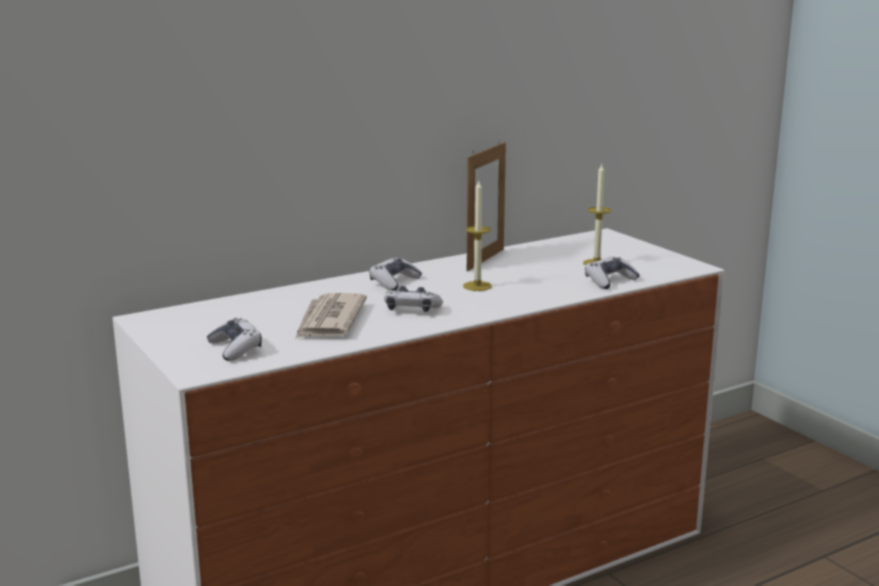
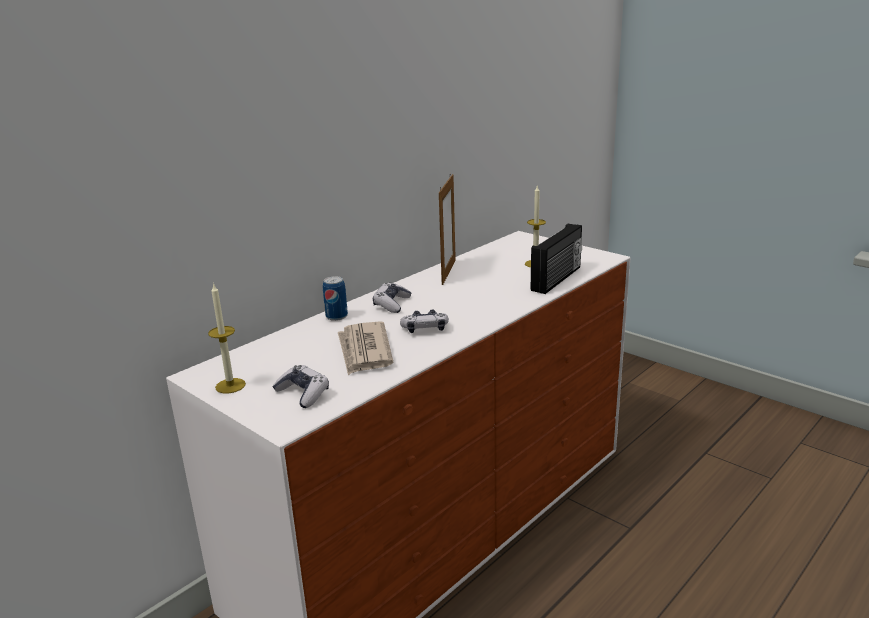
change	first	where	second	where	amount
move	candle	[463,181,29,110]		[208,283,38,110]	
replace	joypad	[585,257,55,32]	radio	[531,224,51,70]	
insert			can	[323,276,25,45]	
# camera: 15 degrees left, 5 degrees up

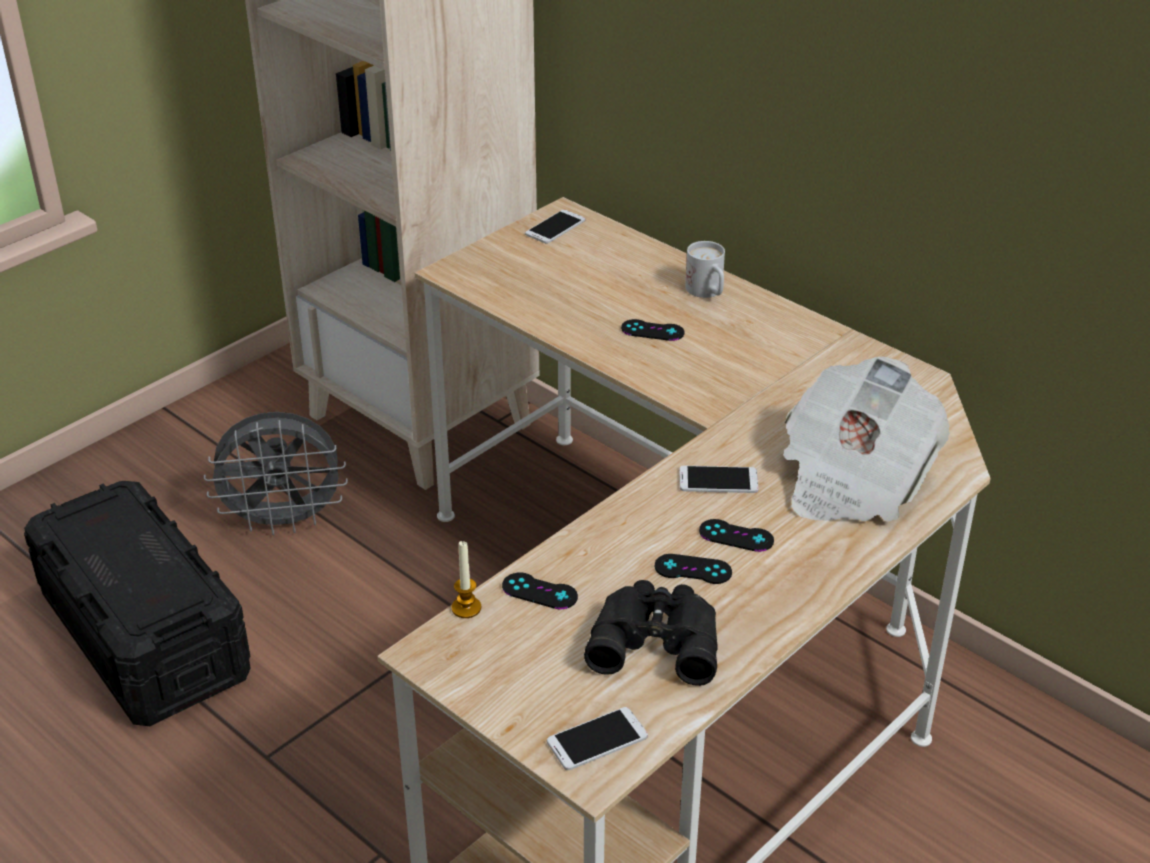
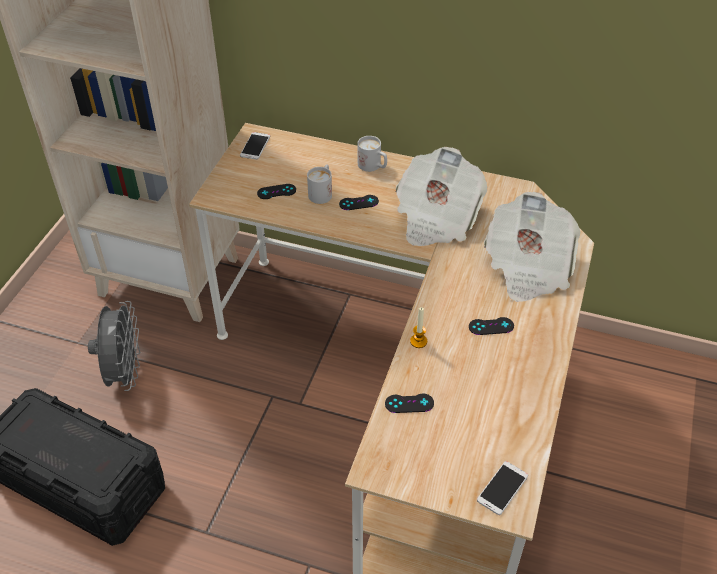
change	first	where	second	where	amount
rotate	grey electric fan	[204,412,144,123]		[88,301,52,90]	60 degrees counterclockwise
delete	telephone	[679,466,80,27]			
move	candle	[451,541,30,77]		[410,307,17,41]	
move	black joypad	[655,554,77,30]		[257,184,39,15]	
delete	black pair of binoculars	[584,580,134,106]			
insert			newspaper	[395,147,92,99]	
insert			white mug	[307,164,25,40]	
# camera: 25 degrees left, 10 degrees up

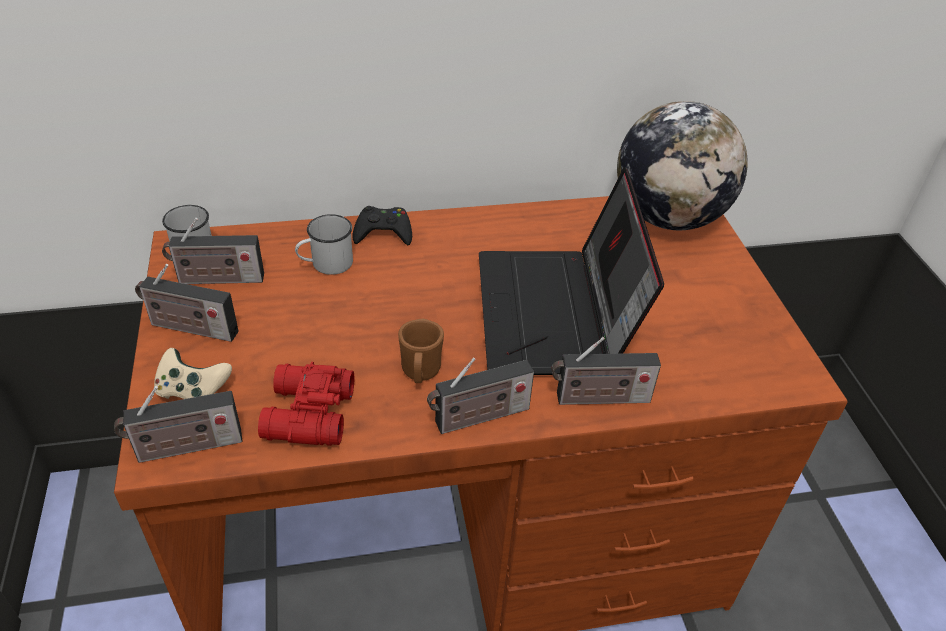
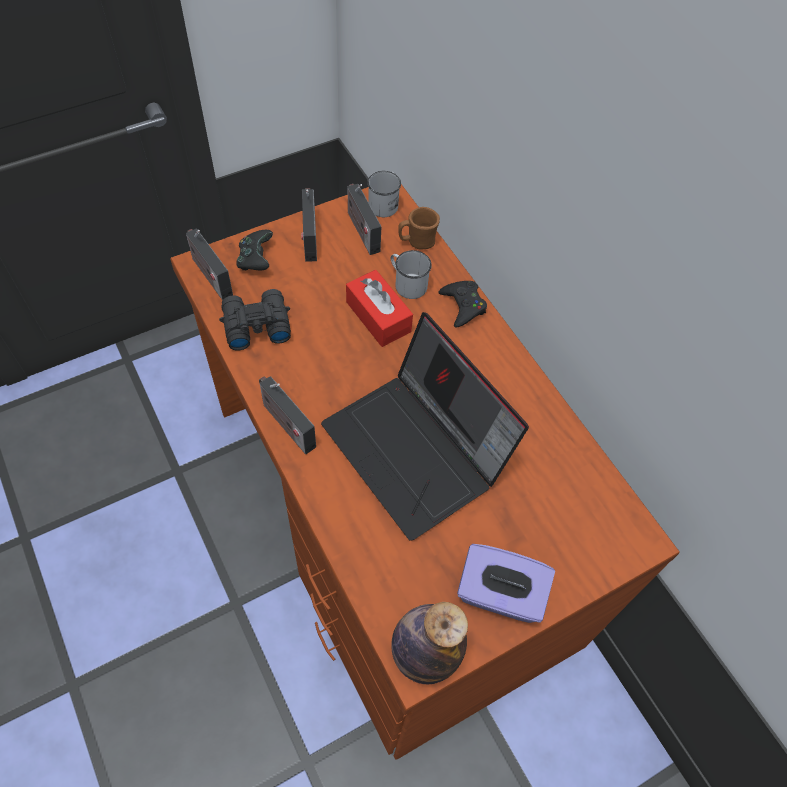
change	first	where	second	where	amount
delete	world globe	[617,101,131,129]			
rotate	portable computer	[479,167,185,208]		[321,312,208,229]	105 degrees counterclockwise
move	brown mug	[398,318,46,65]		[398,207,42,42]	
delete	radio	[552,337,109,68]			
recolor	sand-coloured joypad	[154,348,78,51]	black joypad	[237,230,36,40]	
recolor	red-coloured pair of binoculars	[258,362,97,84]	black pair of binoculars	[219,289,72,62]	
insert			red-coloured tissue box	[346,270,67,77]	
insert			purplish tissue box	[457,544,98,79]	
insert			beverage bottle	[391,602,77,82]	
# camera: 70 degrees right, 15 degrees up

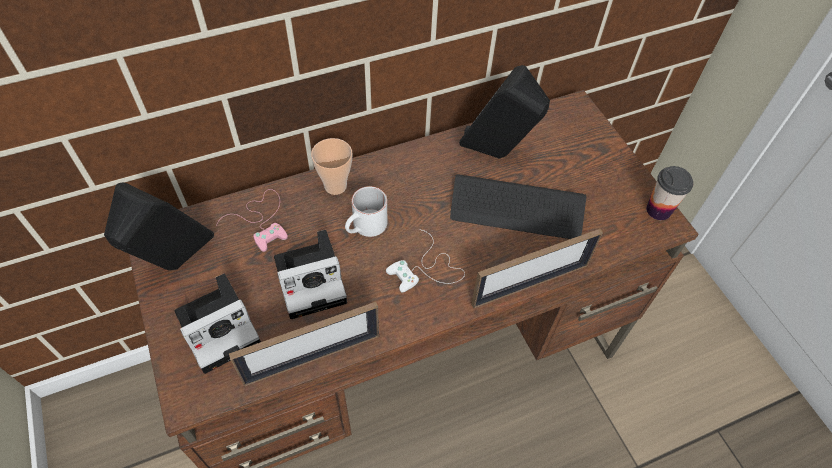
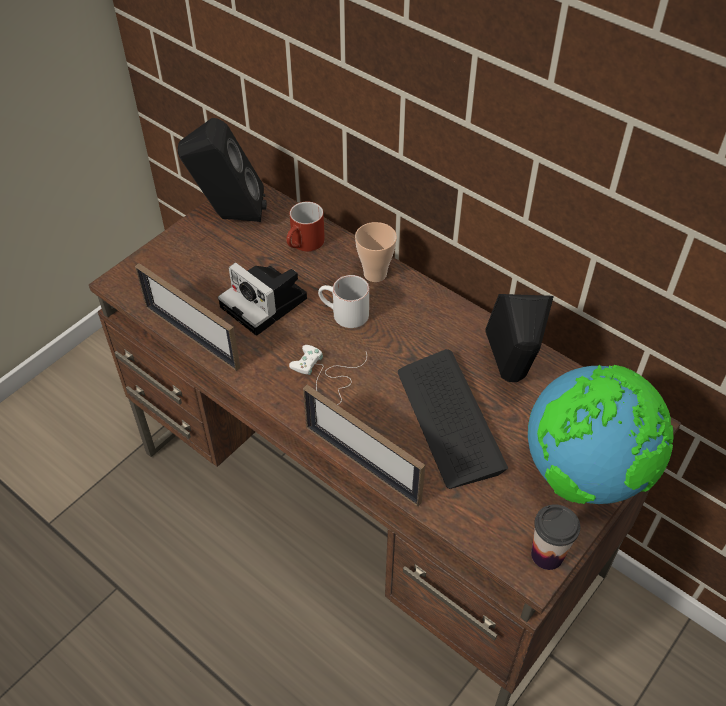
change	first	where	second	where	amount
replace	pinkish joypad	[216,189,72,63]	red-coloured mug	[286,202,39,50]	
delete	photo camera	[174,273,87,101]			
insert			world globe	[528,365,146,139]	
# camera: 65 degrees right, 5 degrees down

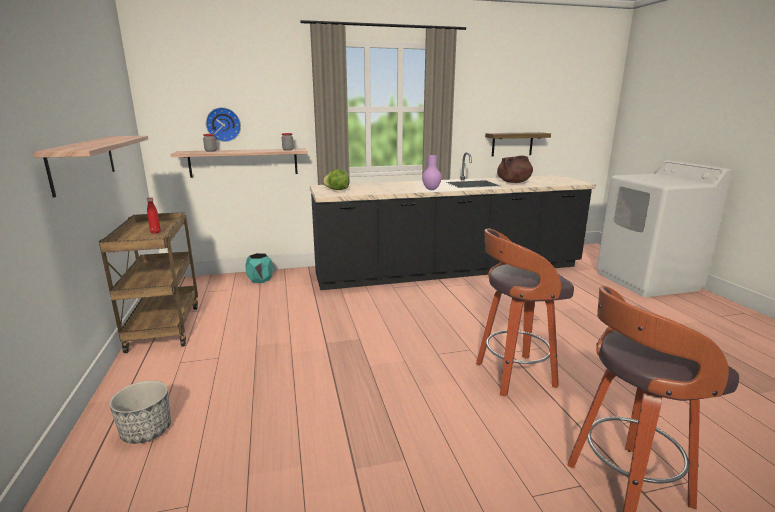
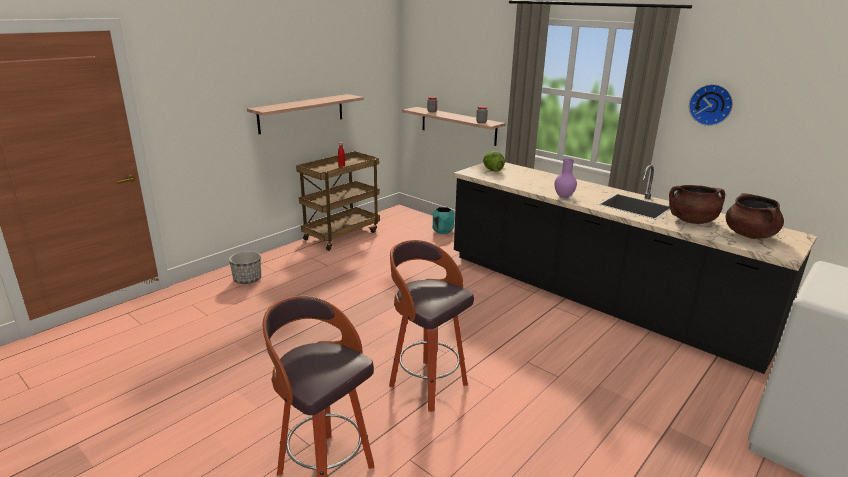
change	first	where	second	where	amount
move	hanging clock	[206,107,35,35]		[689,84,44,42]	
delete	bracket shelf	[485,132,66,24]			
insert			brown cooking pot	[726,193,58,46]	
# camera: 55 degrees right, 5 degrees up

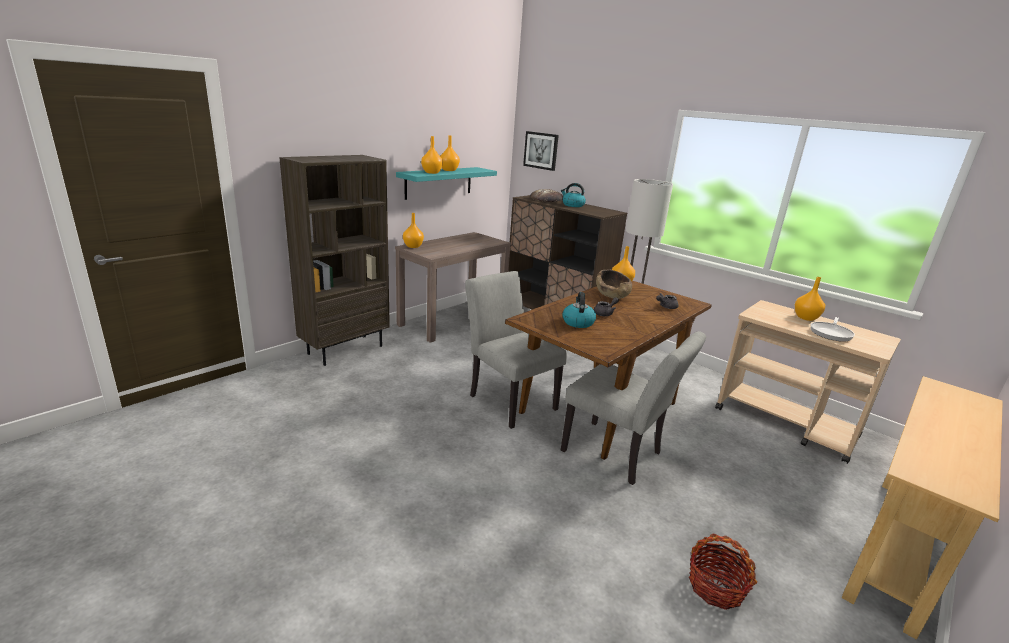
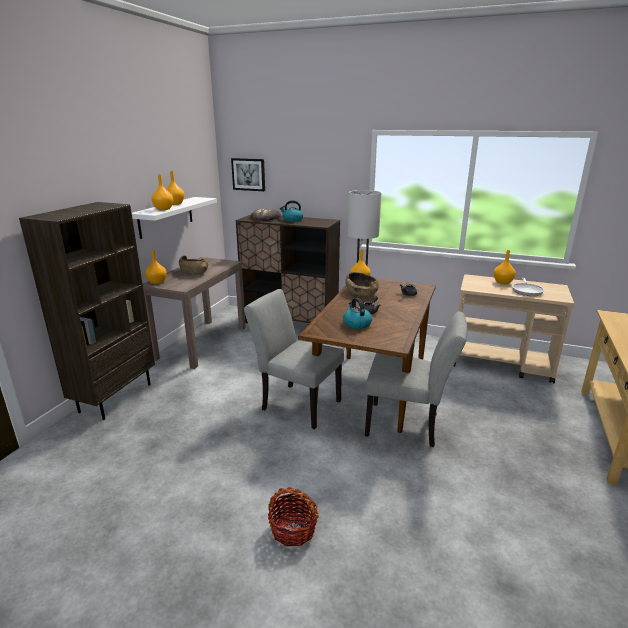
change	first	where	second	where	amount
recolor	blue-green bracket shelf	[396,167,101,33]	white bracket shelf	[132,197,85,42]	
move	basket	[689,534,68,76]		[268,487,51,60]	
insert			brown bowl	[179,255,29,20]	
# camera: 20 degrees left, 0 degrees up

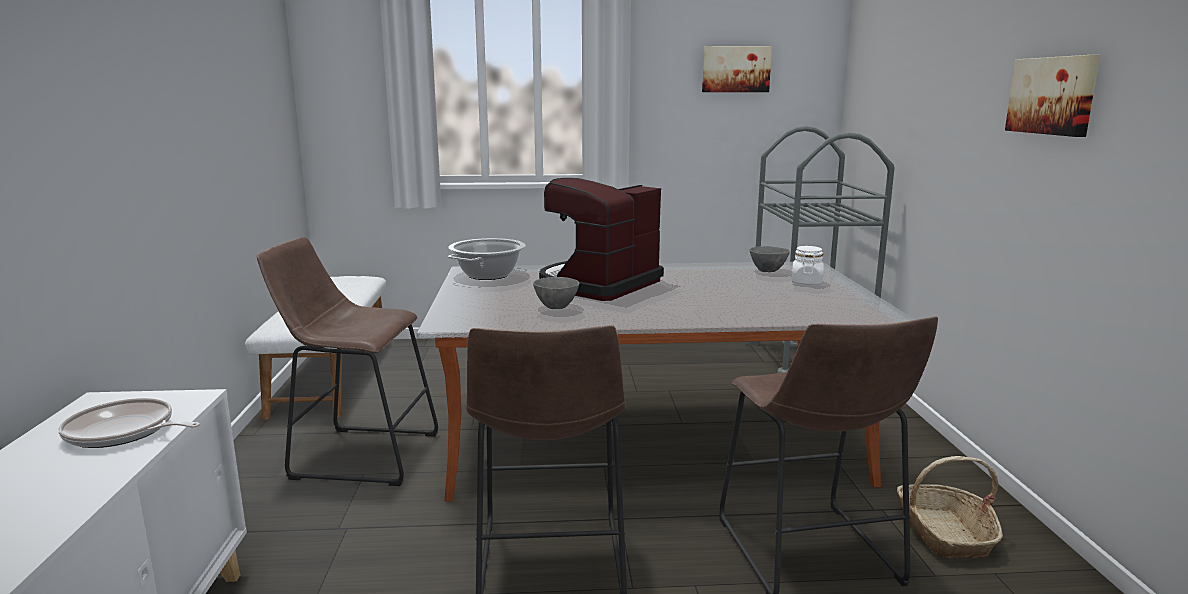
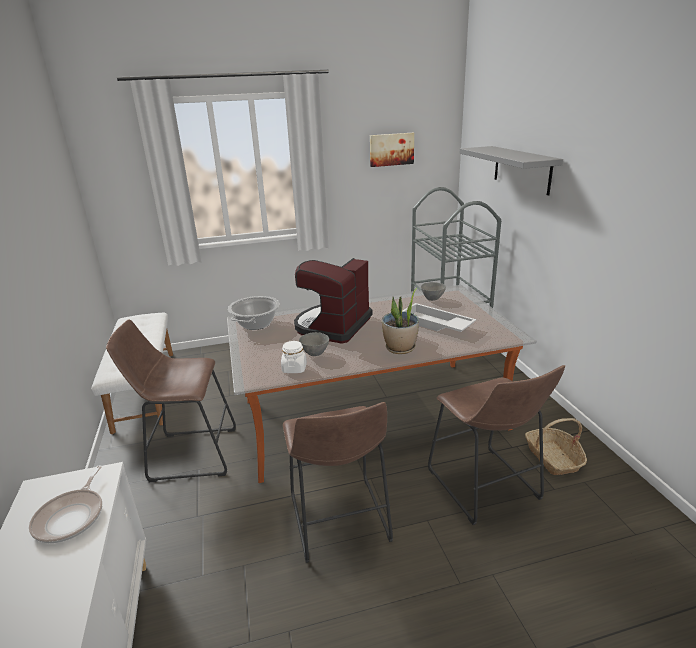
change	first	where	second	where	amount
delete	wall art	[1005,55,95,82]			
move	white jar	[792,246,32,39]		[281,341,26,32]	
rotate	frying pan	[58,398,142,50]		[29,465,73,78]	90 degrees counterclockwise
insert			grey bracket shelf	[460,146,103,49]	
insert			plant in a pot	[382,288,37,66]	
insert			white tray	[403,303,73,29]	
# camera: 10 degrees left, 10 degrees up

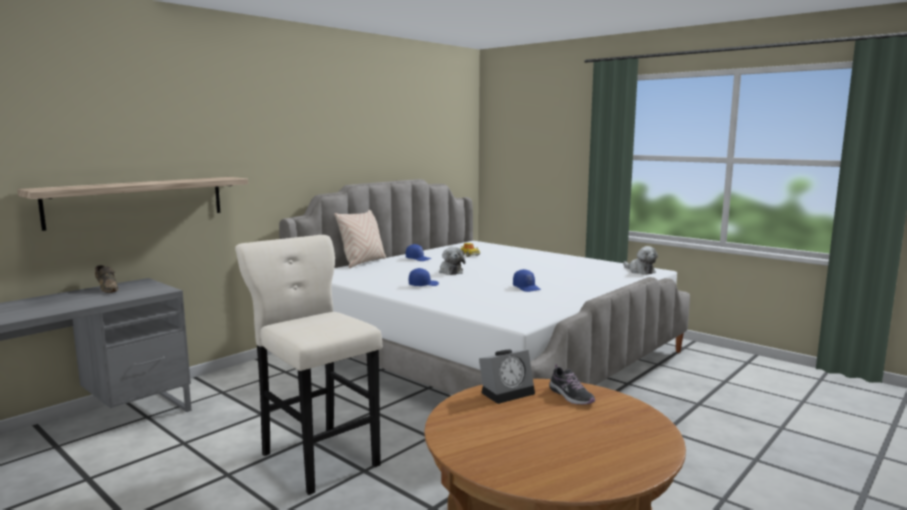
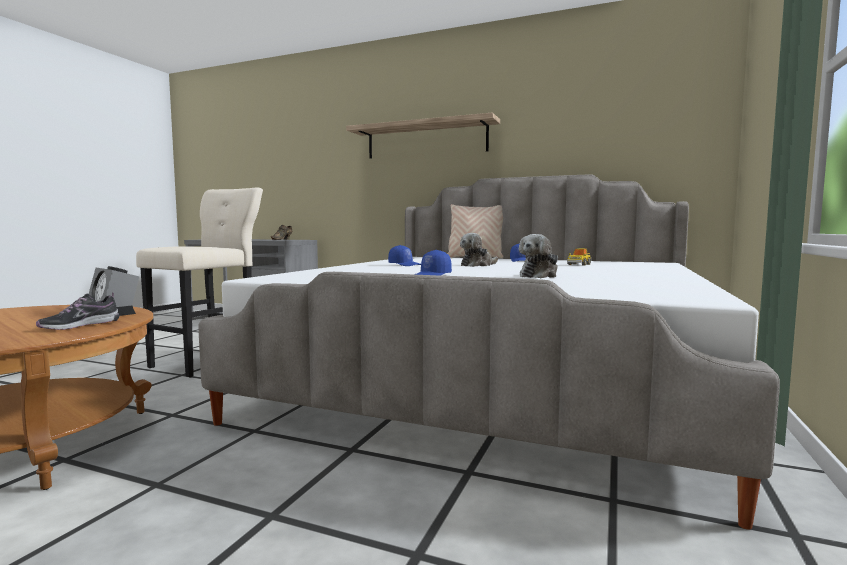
change	first	where	second	where	amount
move	bracket shelf	[17,177,231,54]		[346,112,154,47]	
move	soft toy	[623,246,35,29]		[519,234,39,44]	
# camera: 70 degrees right, 5 degrees down

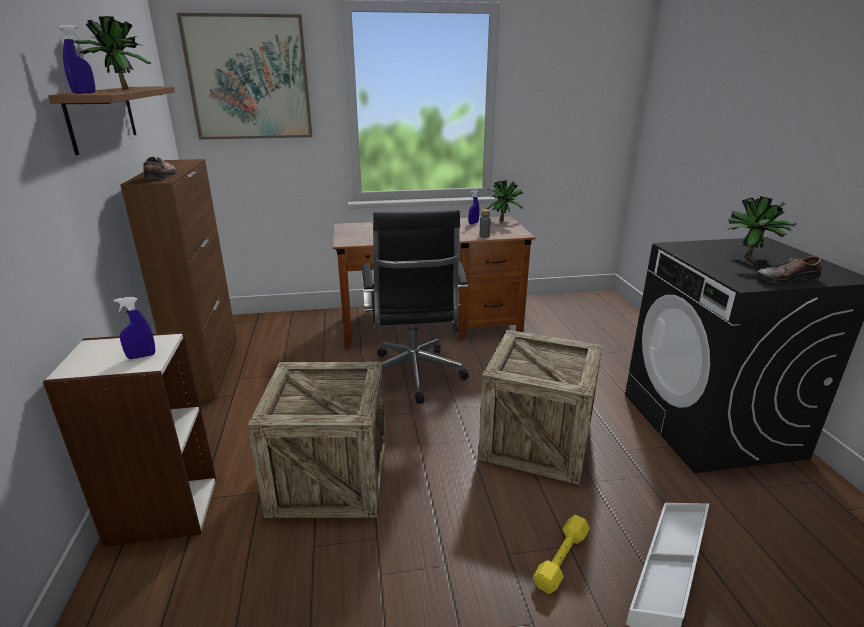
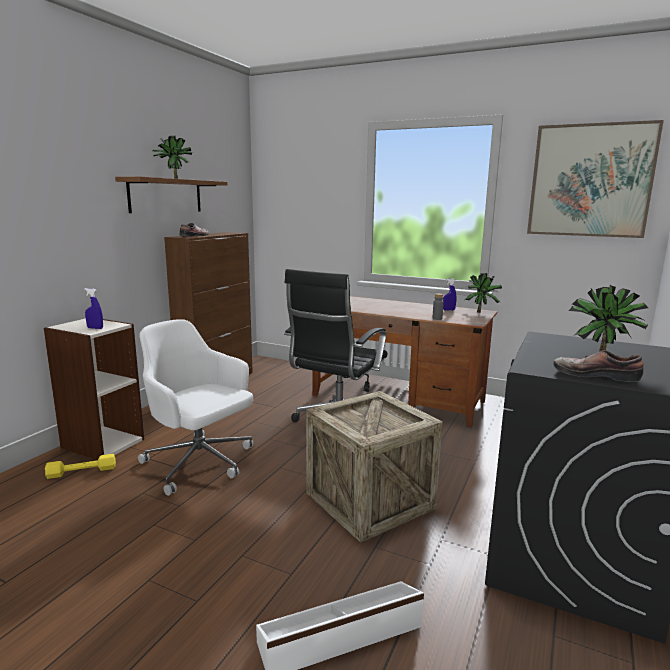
change	first	where	second	where	amount
move	wall art	[177,13,136,126]		[527,120,137,118]	
delete	blue-coloured spray bottle	[59,25,37,69]			
replace	crate	[247,362,139,156]	white computer chair	[138,319,116,177]	
move	yellow-coloured free weight	[533,515,57,79]		[45,454,71,25]	
# camera: 35 degrees right, 10 degrees down

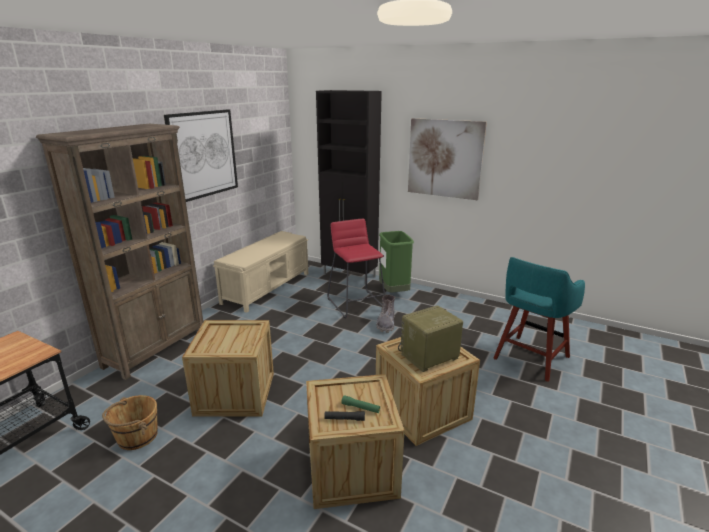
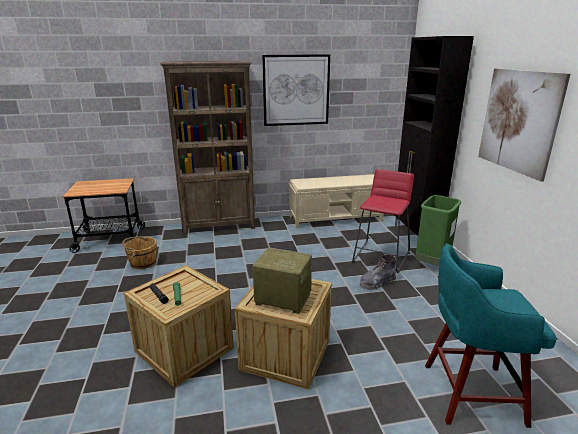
change	first	where	second	where	amount
delete	crate	[182,320,92,96]			
# camera: 50 degrees right, 0 degrees up

